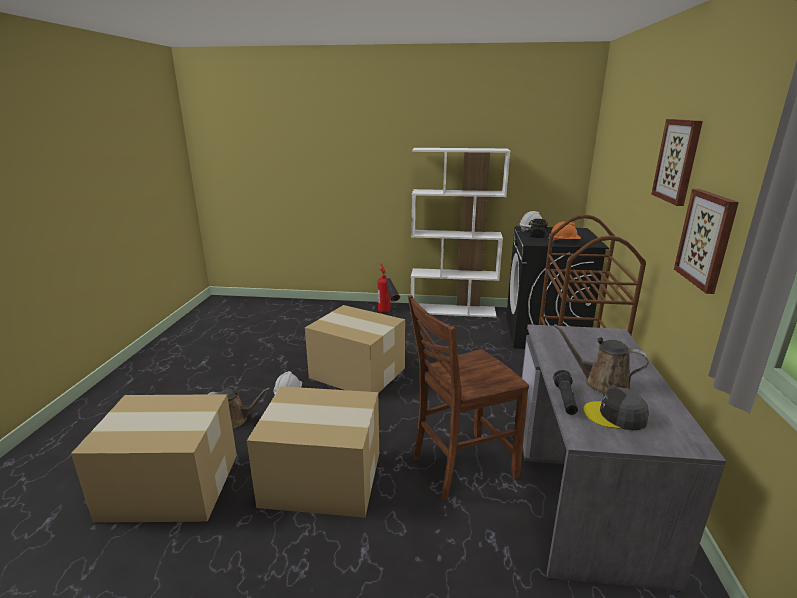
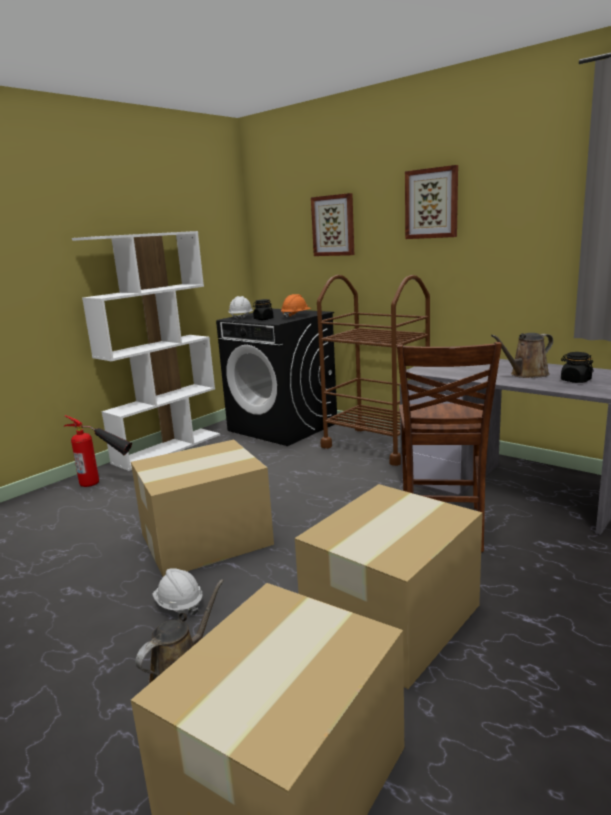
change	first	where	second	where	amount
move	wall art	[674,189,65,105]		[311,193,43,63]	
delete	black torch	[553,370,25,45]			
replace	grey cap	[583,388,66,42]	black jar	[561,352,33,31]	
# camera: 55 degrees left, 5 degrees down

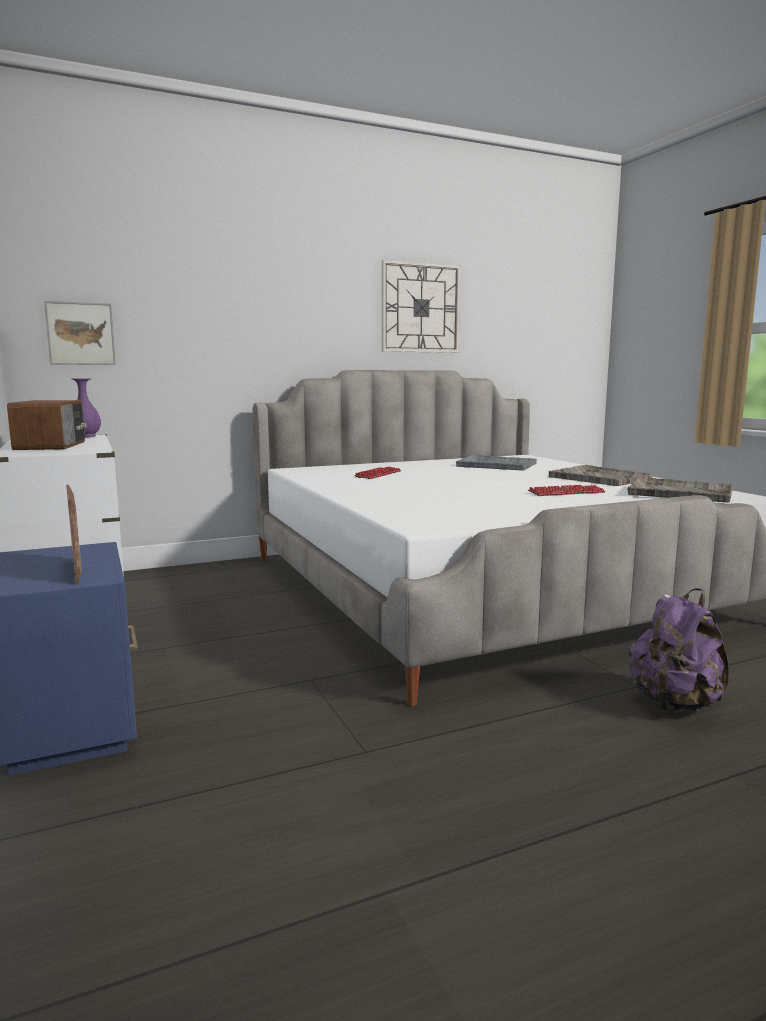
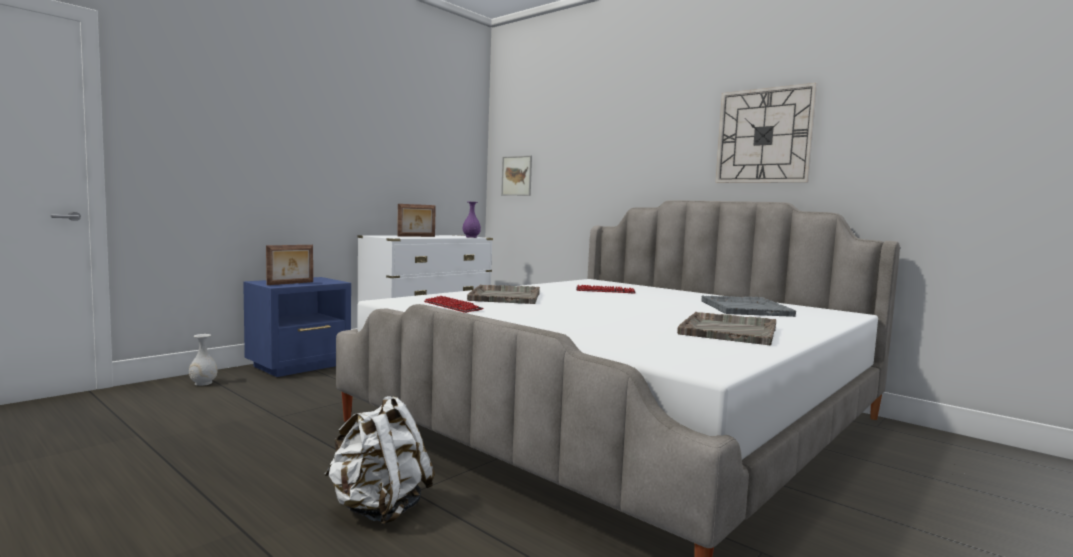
change	first	where	second	where	amount
replace	radio	[7,400,80,50]	standing frame	[397,204,39,33]	
move	grey tray	[627,477,106,26]		[467,285,73,19]	
move	PC keyboard	[528,485,78,11]		[424,296,59,17]	
recolor	purplish rucksack	[629,589,100,124]	white rucksack	[324,396,111,129]	
insert			white decorative vase	[189,334,29,52]	
# camera: 65 degrees right, 5 degrees down

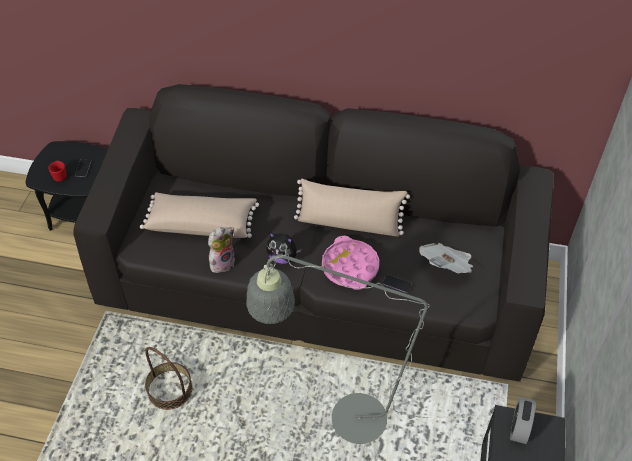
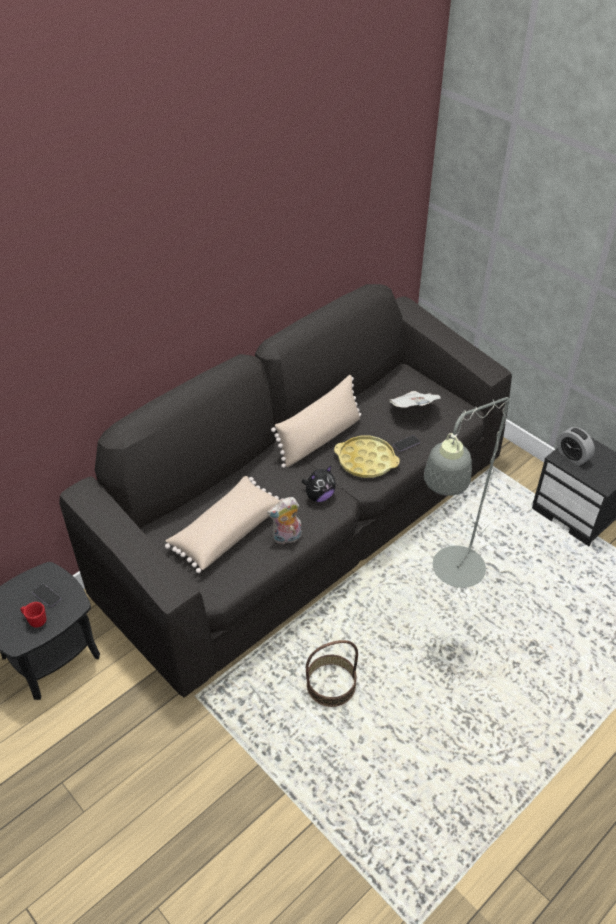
change	first	where	second	where	amount
rotate	soft toy	[208,227,27,46]		[267,497,34,48]	105 degrees counterclockwise
recolor	pinkish tray	[322,236,57,54]	yellow-coloured tray	[334,436,66,42]	
# camera: 55 degrees left, 5 degrees down

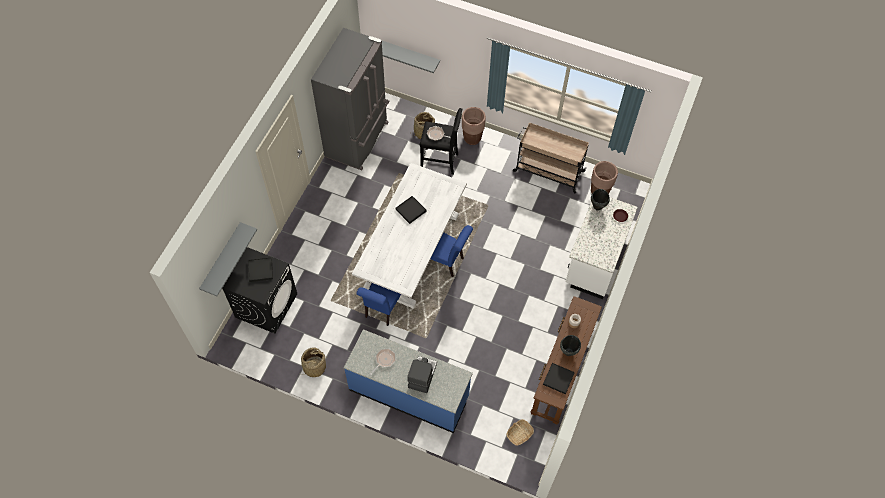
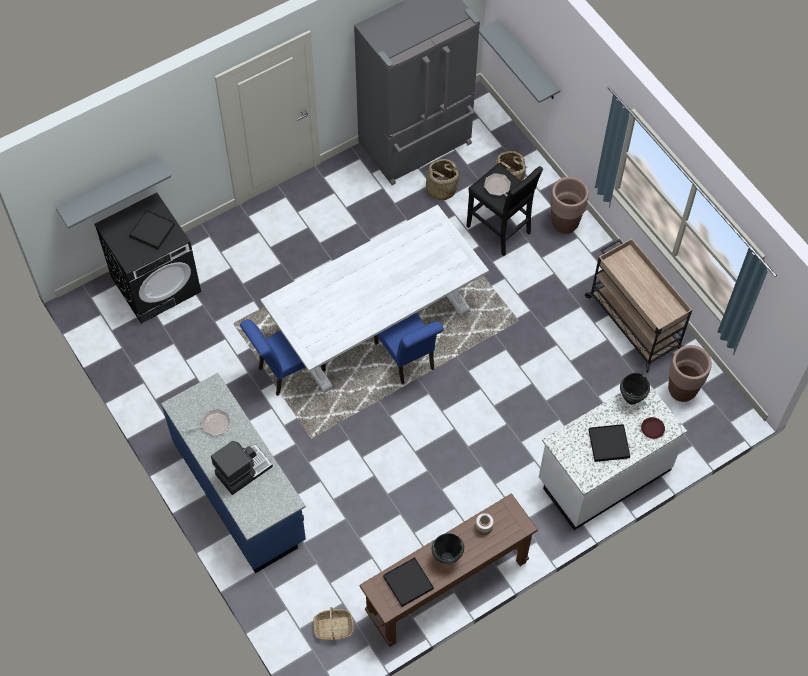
change	first	where	second	where	amount
move	black tray	[395,196,31,28]		[589,424,41,38]	
move	basket	[301,347,25,30]		[418,159,41,42]	
# camera: 35 degrees right, 0 degrees up

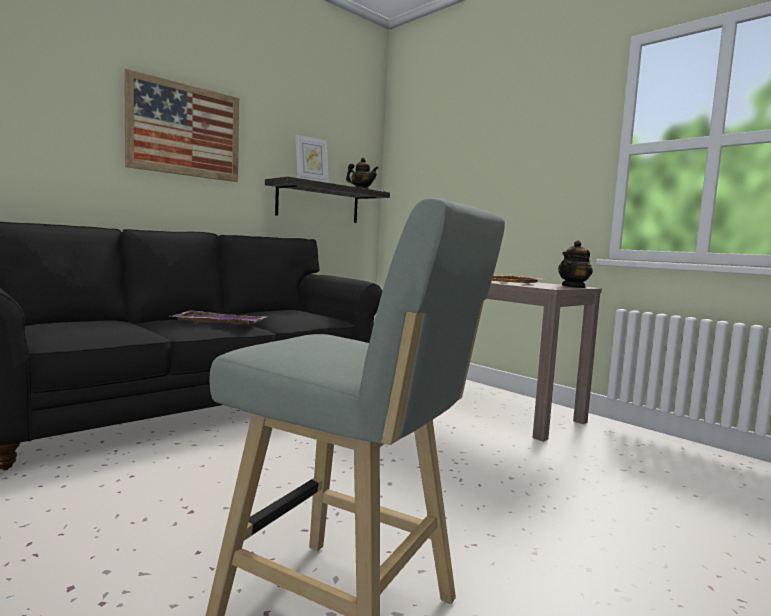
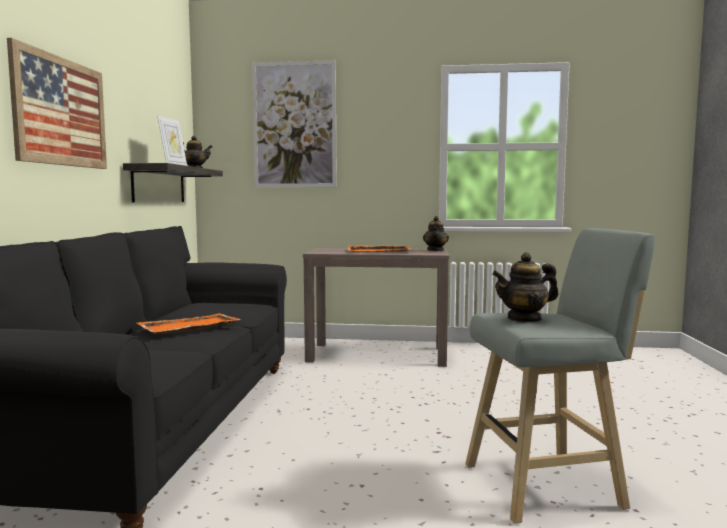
change	first	where	second	where	amount
recolor	purplish tray	[171,310,98,15]	orange-coloured tray	[137,313,104,21]	
insert			wall art	[252,60,85,127]	
insert			teapot	[492,252,66,70]	
# camera: 40 degrees left, 0 degrees up

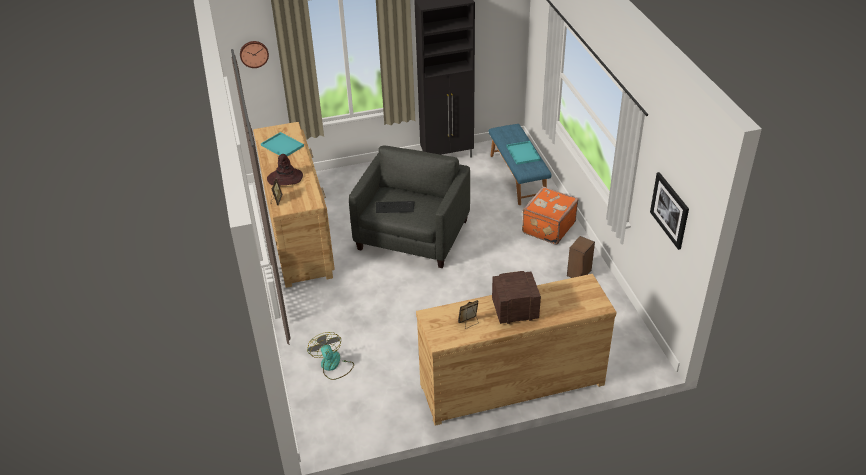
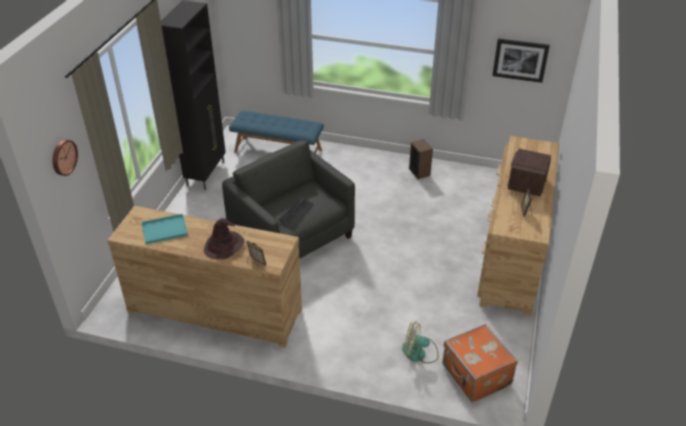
change	first	where	second	where	amount
delete	blue-green tray	[506,141,35,24]			
move	orange-coloured suitcase	[522,186,57,59]		[442,324,76,78]	
# camera: 60 degrees left, 0 degrees up

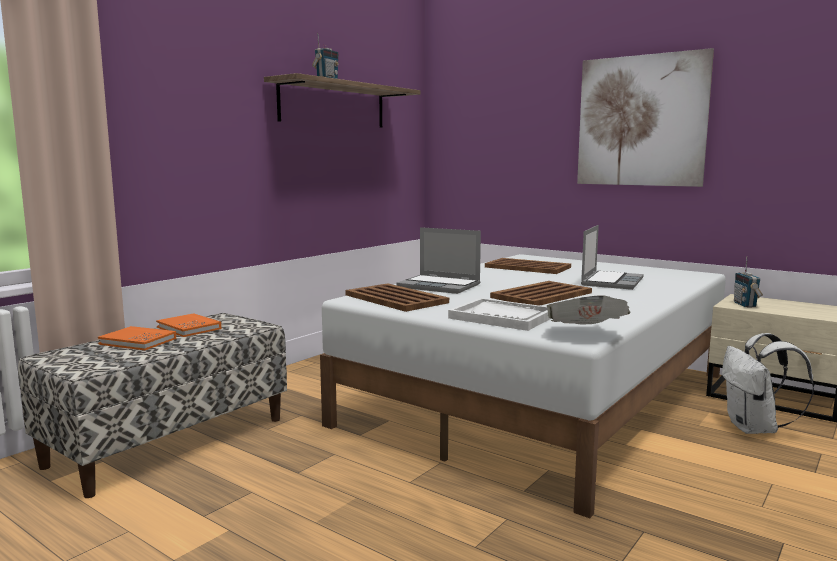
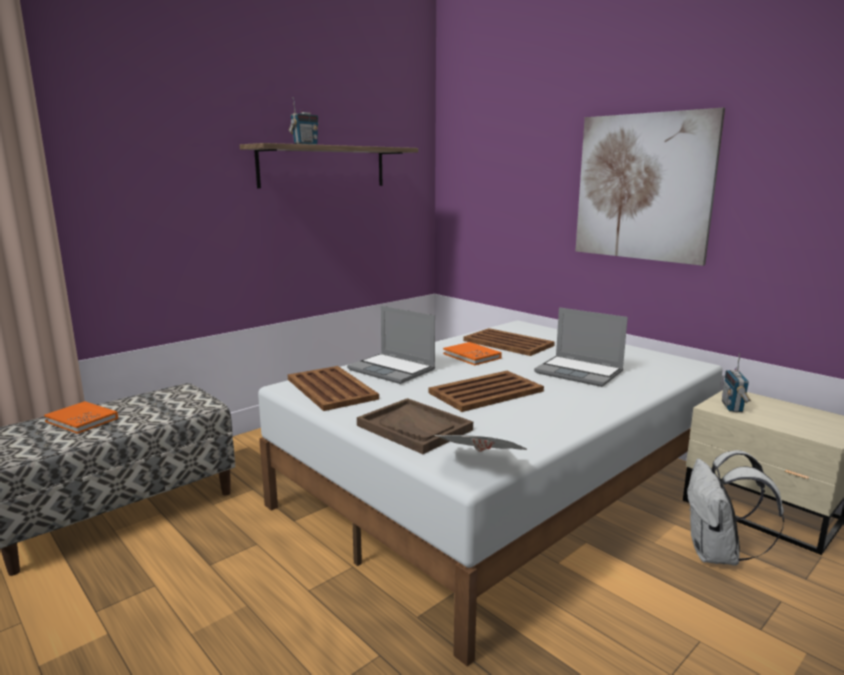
change	first	where	second	where	amount
rotate	portable computer	[581,225,63,65]		[534,307,94,80]	90 degrees clockwise
recolor	white tray	[448,298,103,33]	brown tray	[357,398,116,56]	
move	orange-coloured bound book	[156,313,66,24]		[443,342,59,23]	
# camera: 10 degrees right, 5 degrees up

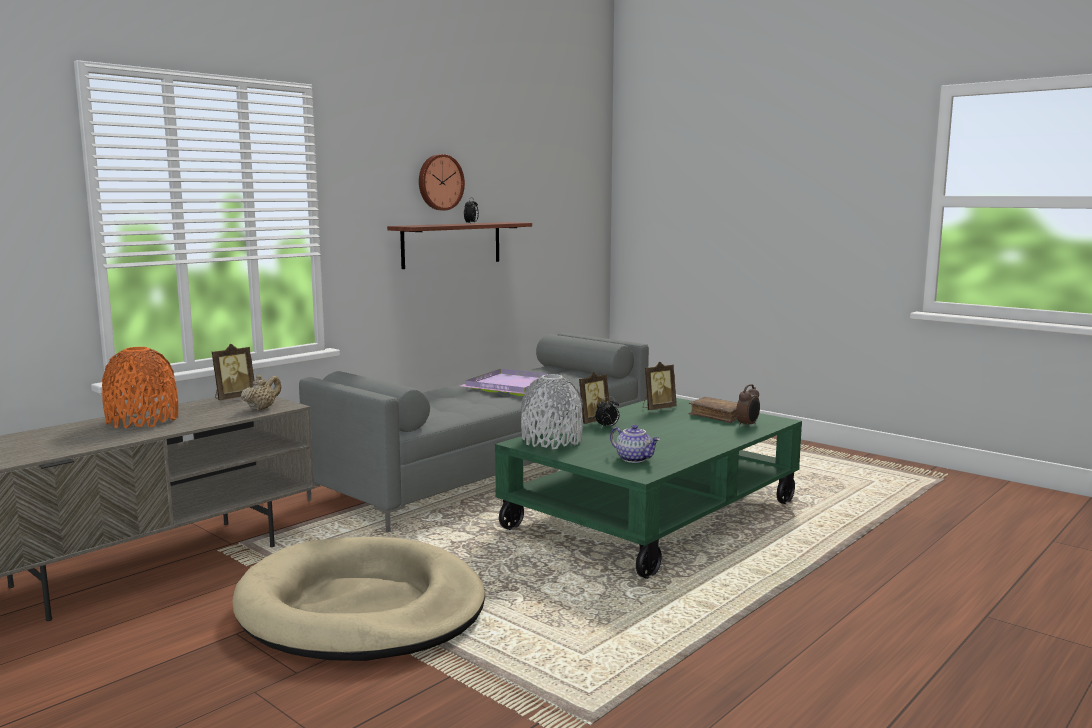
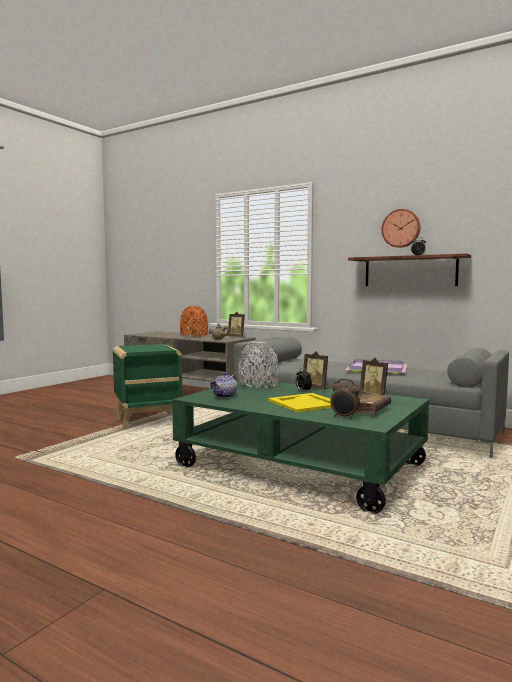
change	first	where	second	where	amount
replace	sand-coloured pet bed	[232,537,253,124]	green-coloured side table	[113,344,70,86]	
insert			yellow-coloured tray	[268,393,64,19]	
# camera: 80 degrees right, 5 degrees down

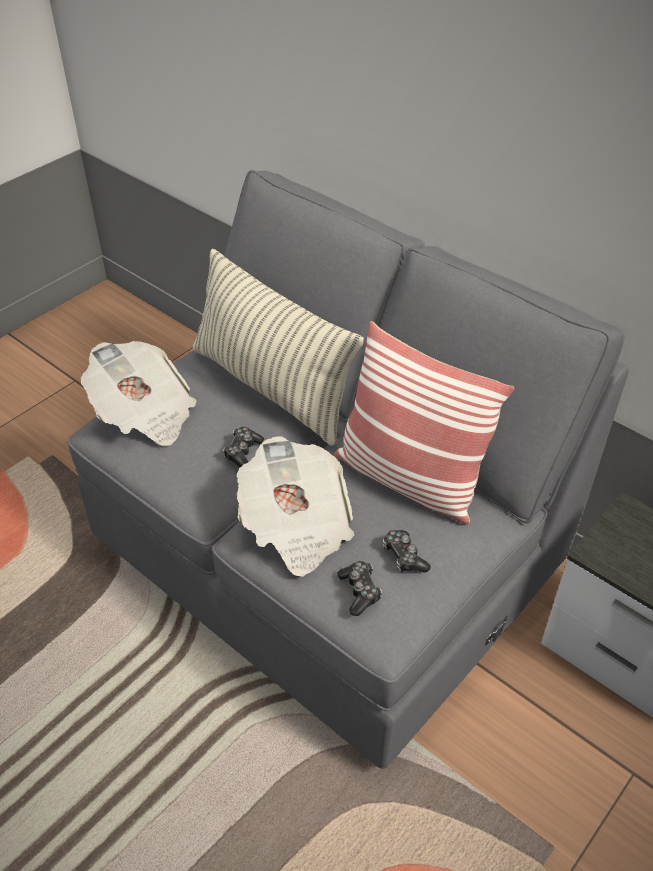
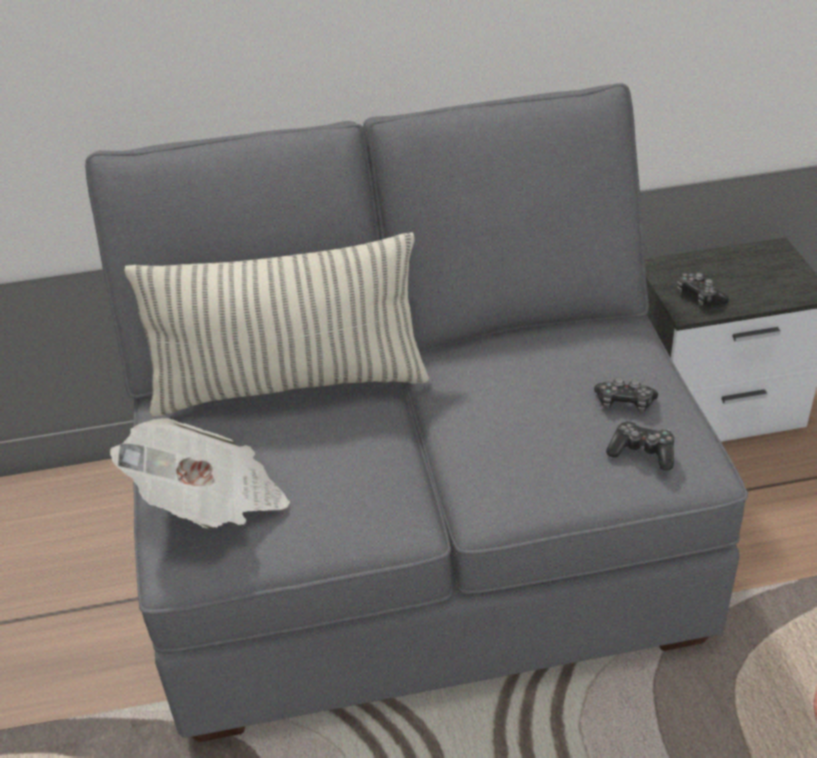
change	first	where	second	where	amount
delete	cushion	[334,321,180,204]			
move	joypad	[223,427,41,41]		[677,272,52,34]	
delete	newspaper	[237,436,117,141]			
# camera: 50 degrees left, 5 degrees down

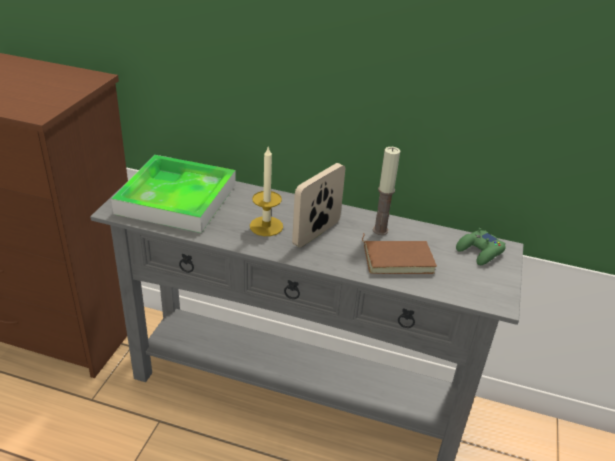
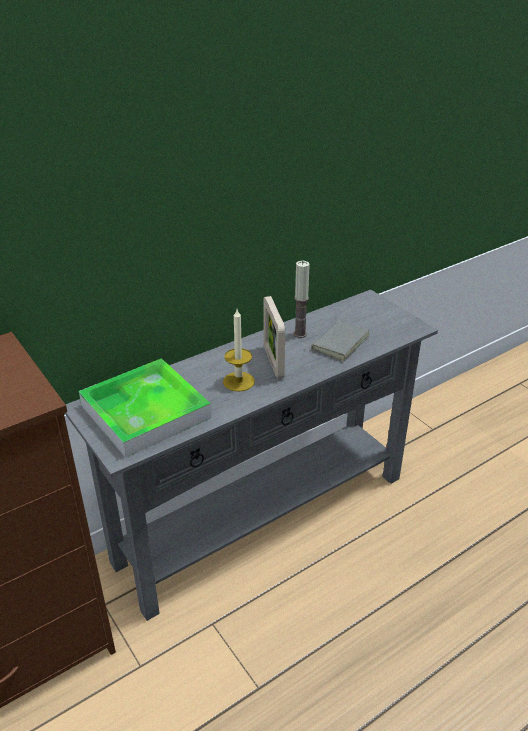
change	first	where	second	where	amount
delete	green-coloured joypad	[456,228,50,37]			
recolor	brown bound book	[362,233,75,41]	grey bound book	[305,320,64,41]	
# camera: 50 degrees left, 0 degrees up

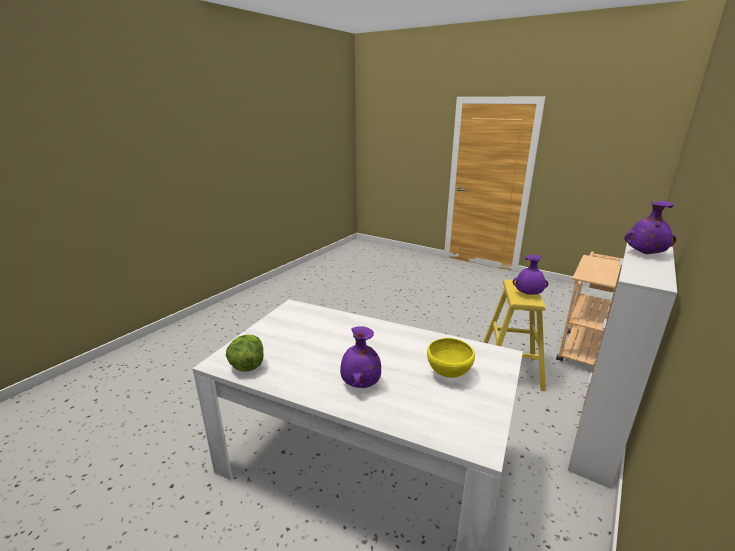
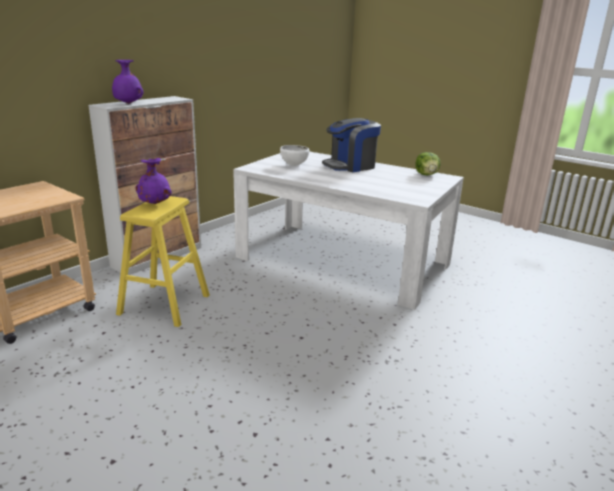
change	first	where	second	where	amount
replace	purplish decorative vase	[340,326,41,62]	coffee maker	[322,118,59,54]	
recolor	yellow-coloured bowl	[427,338,48,40]	white bowl	[280,145,30,21]	
# camera: 175 degrees left, 0 degrees up

